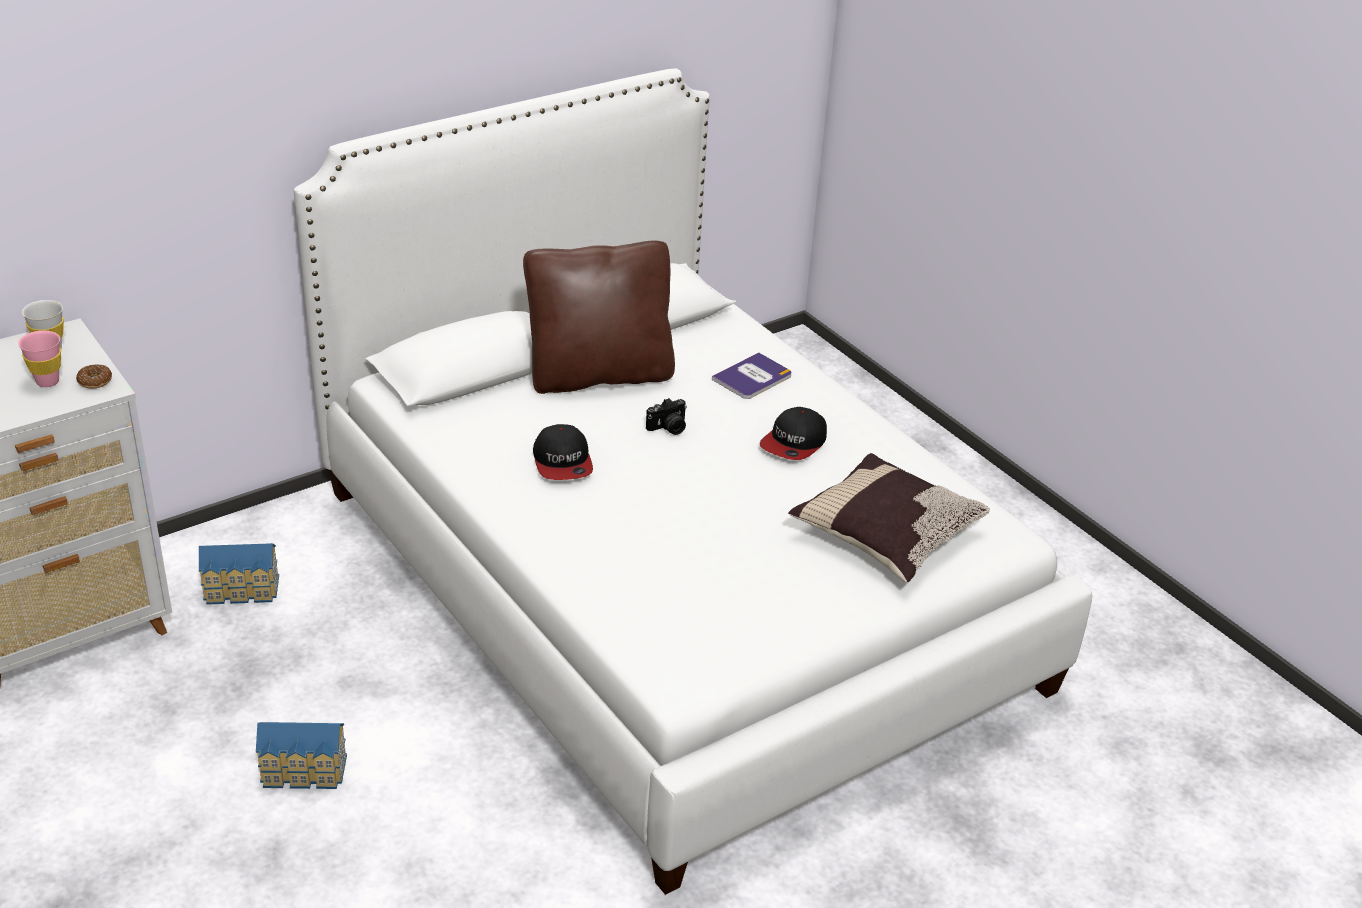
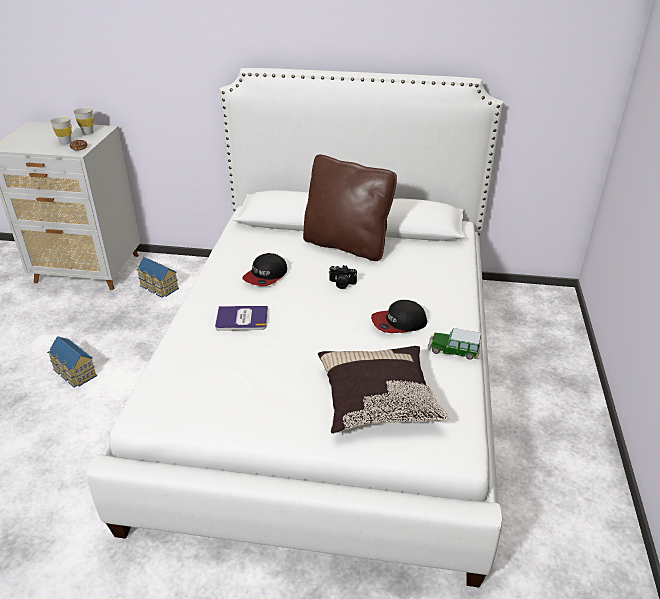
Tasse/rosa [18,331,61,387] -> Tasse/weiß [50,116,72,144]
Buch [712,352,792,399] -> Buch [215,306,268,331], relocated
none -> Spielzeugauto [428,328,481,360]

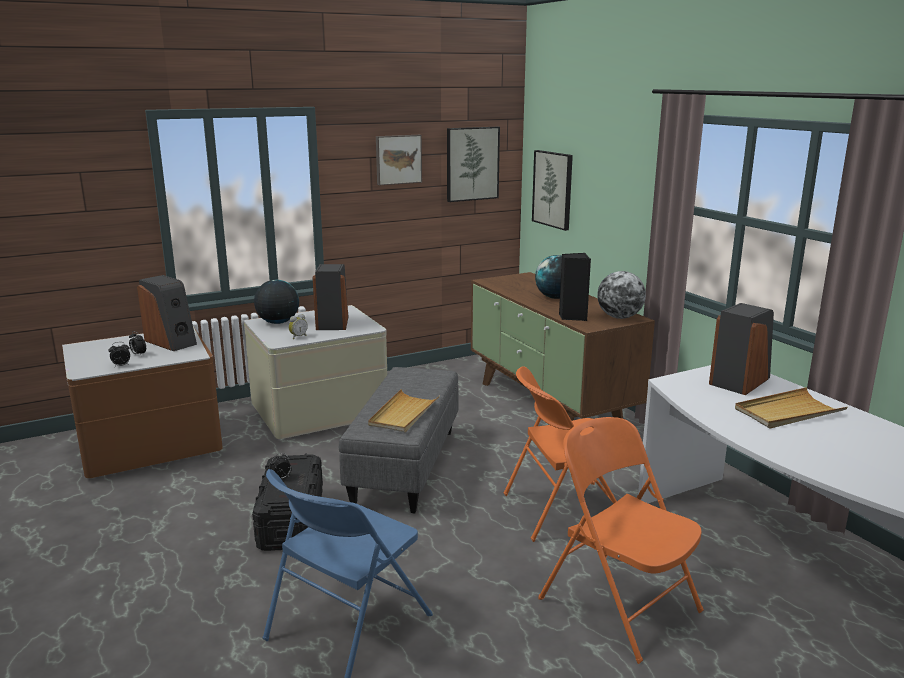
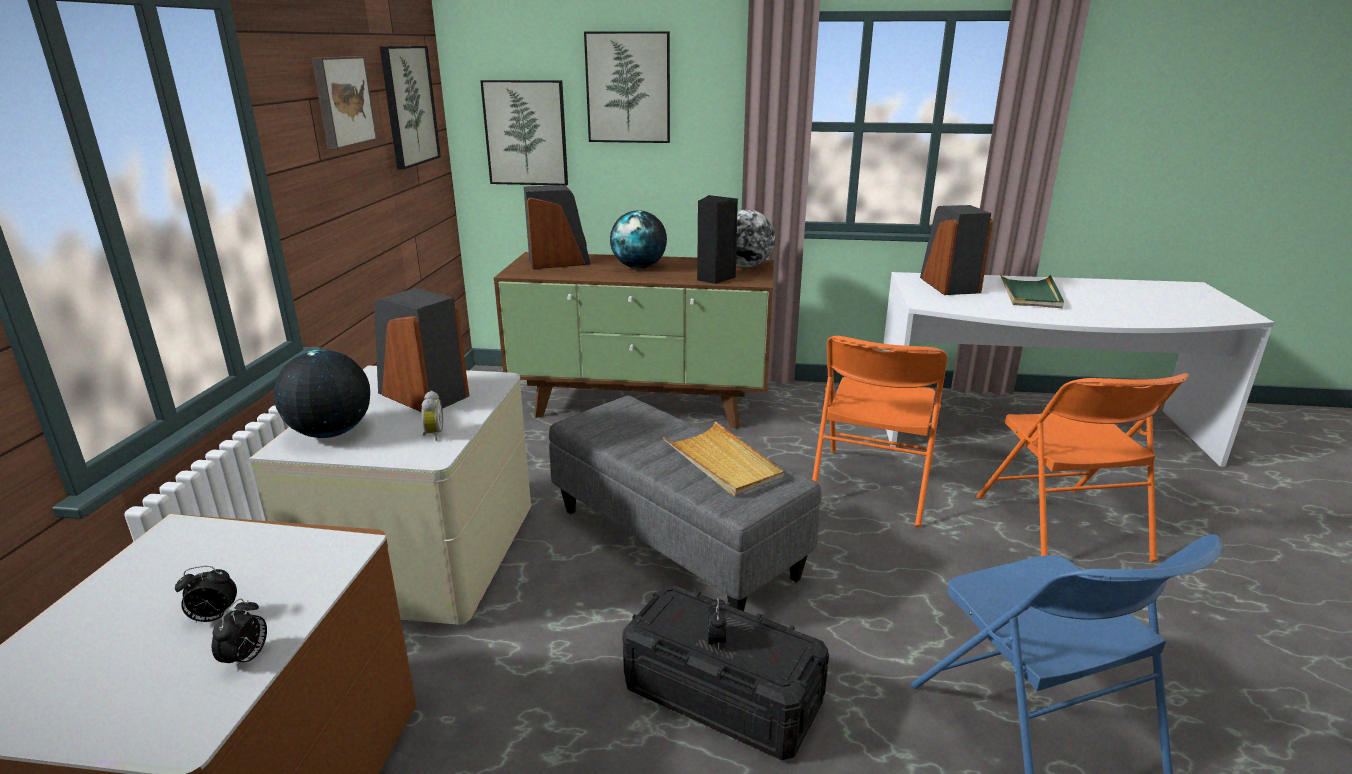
Lautsprecher [137,275,197,351] -> Lautsprecher [524,185,591,269], relocated
Stuhl/orange [538,417,704,664] -> Stuhl/orange [976,373,1189,562], 90 degrees counterclockwise
Tablett/beige [735,387,848,429] -> Tablett/grün [999,272,1064,308]
none -> Bild [584,31,670,143]

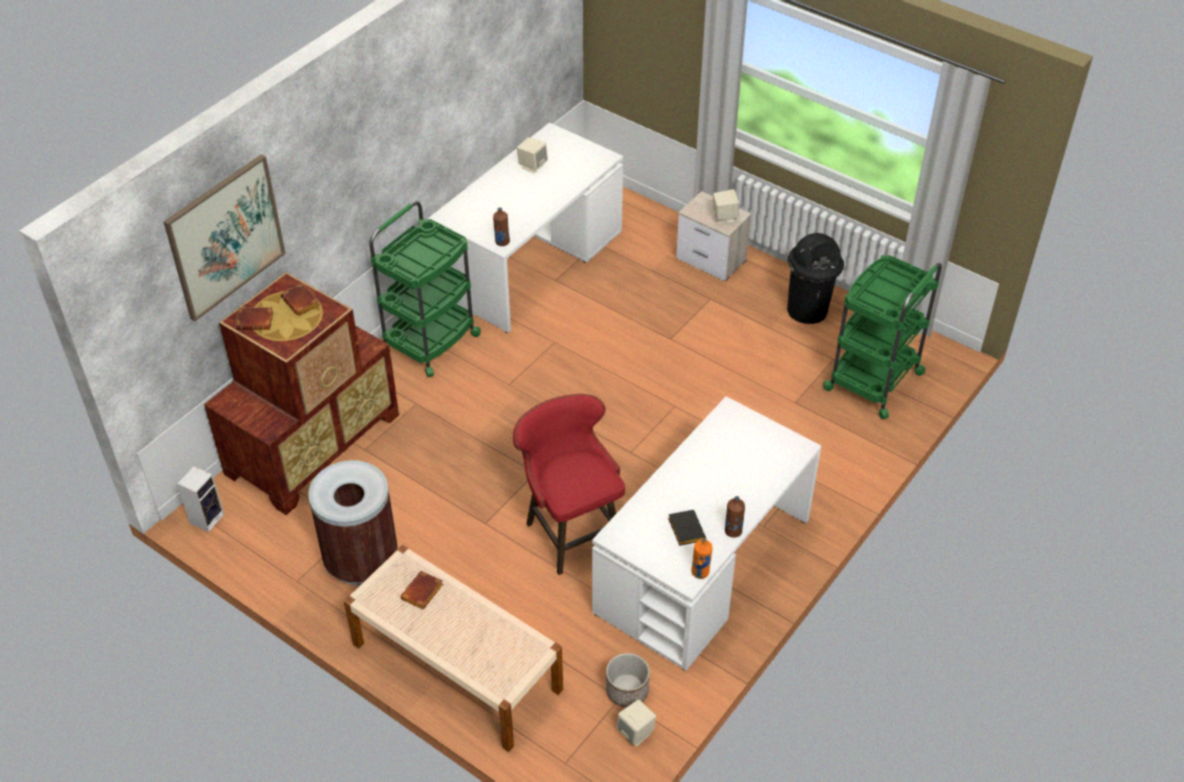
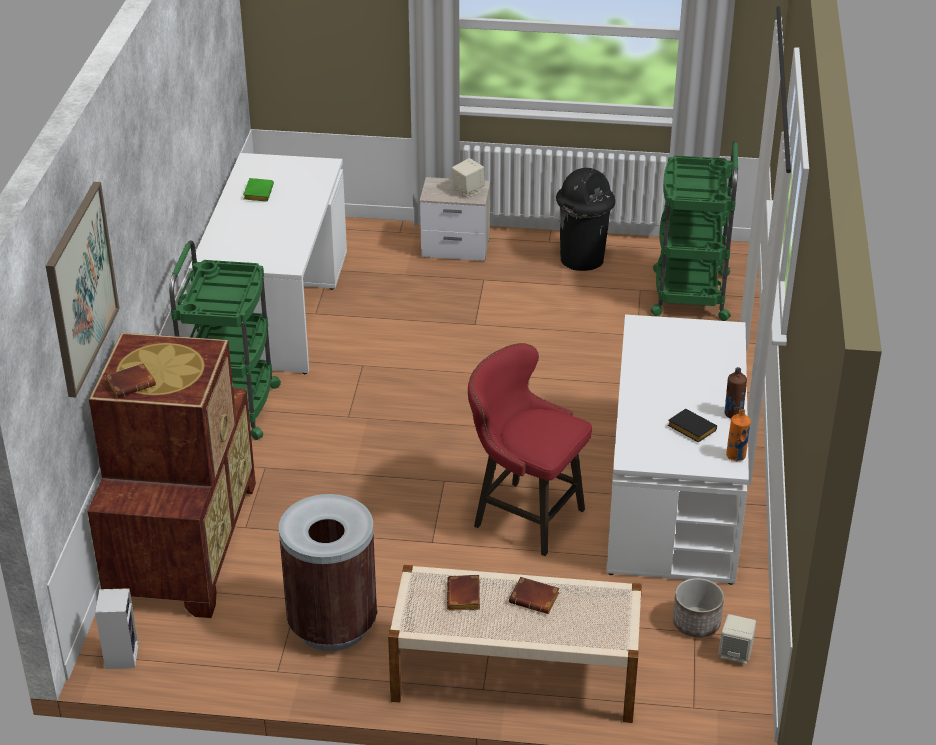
Buch/braun [281,283,320,316] -> Buch/braun [509,577,559,614], relocated
Flasche/braun [493,208,510,246] -> none
Lautsprecher/beige [517,137,548,174] -> Buch/grün [243,178,274,202]

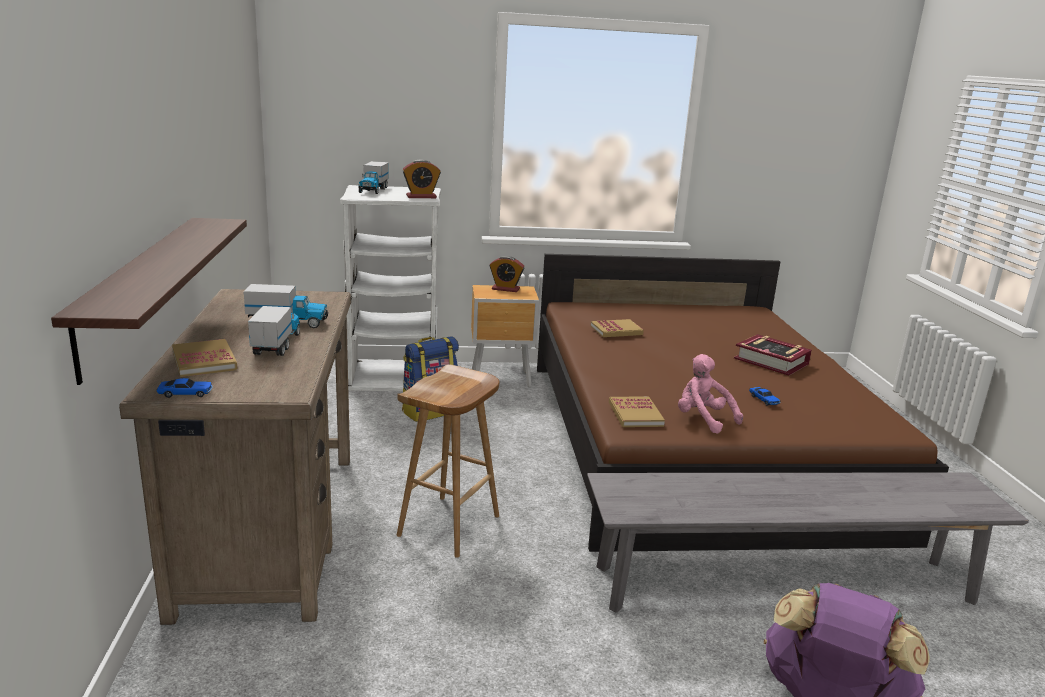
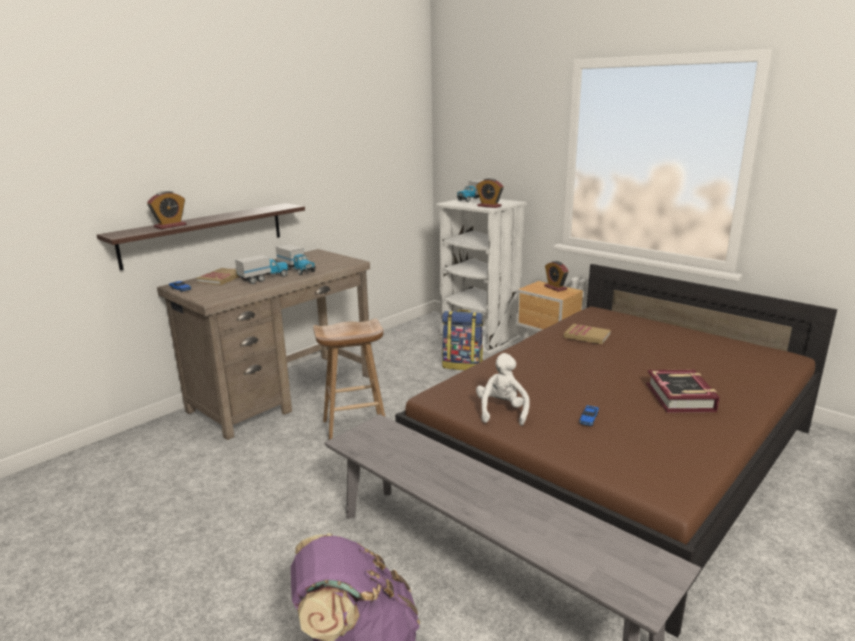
Buch [609,397,665,427] -> none
Plüschtier/rosa [678,354,743,434] -> Plüschtier/weiß [476,353,530,426]
none -> Wecker [147,191,186,229]

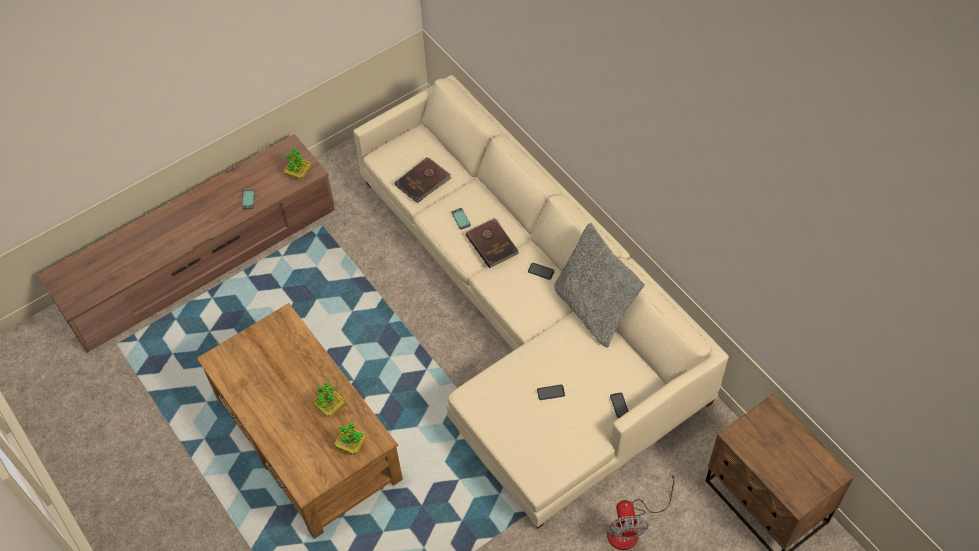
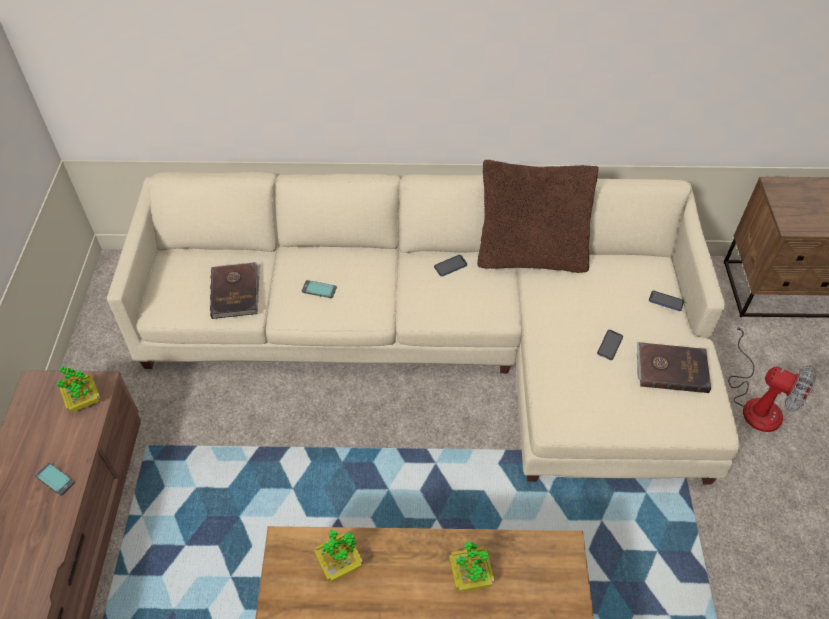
Topfpflanze [334,423,366,455] -> Topfpflanze [314,529,363,582], relocated
Buch/braun [466,218,519,268] -> Buch/braun [637,342,711,393], relocated
Kissen/grau [554,223,645,347] -> Kissen/braun [477,160,599,273]

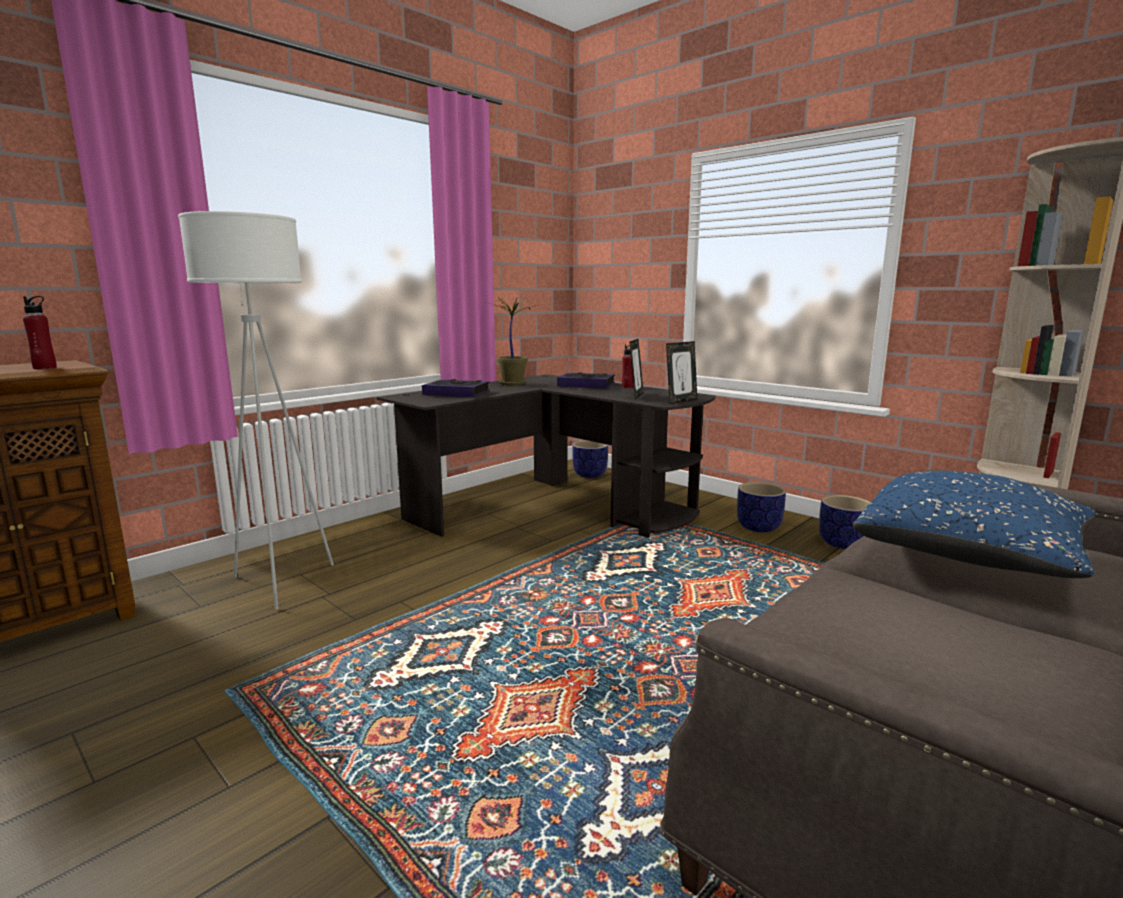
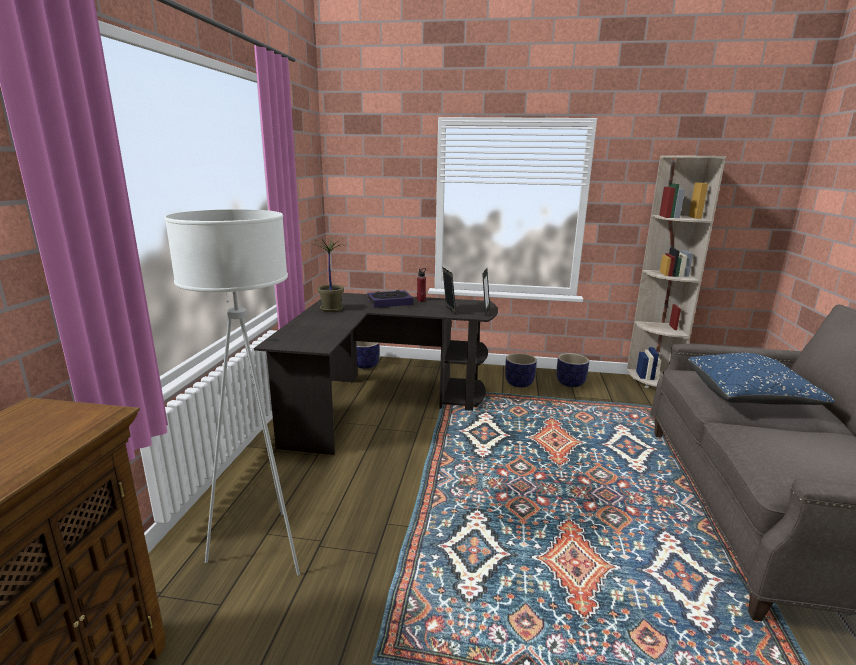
Flasche/rot [23,296,57,369] -> none
Buch [422,379,490,397] -> none

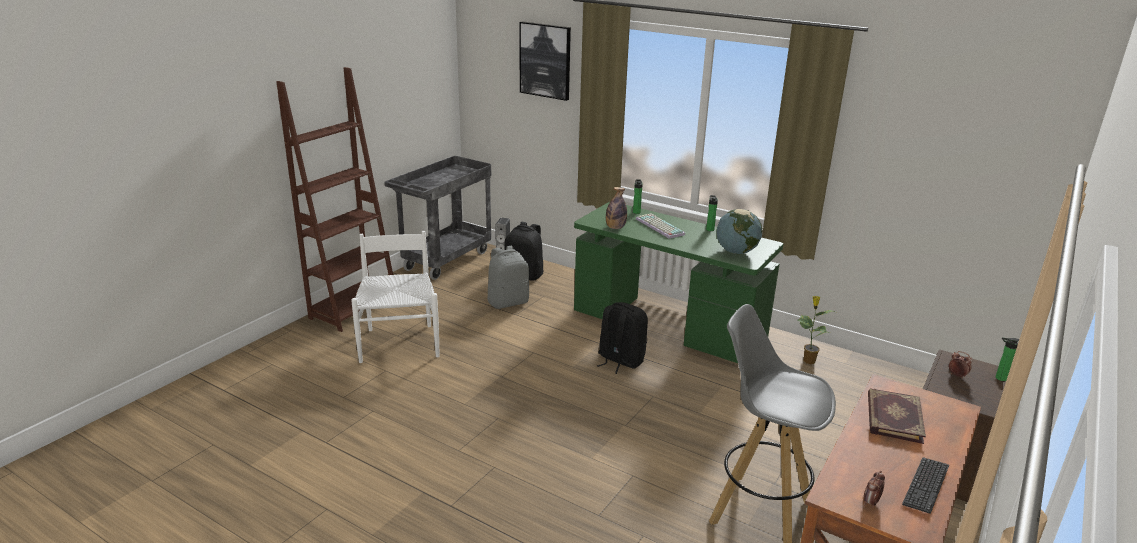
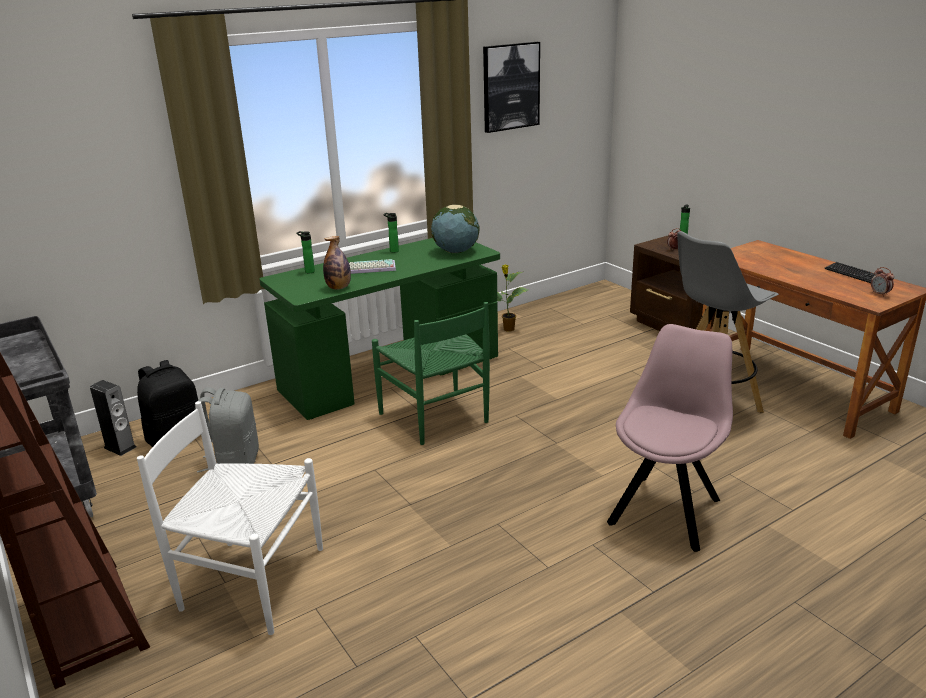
Bild [519,21,571,101] -> Bild [483,42,540,133], relocated
Rucksack/schwarz [597,302,648,374] -> Stuhl/grün [372,302,490,445]
Buch [868,388,926,444] -> none
none -> Stuhl/rosa [607,324,733,552]

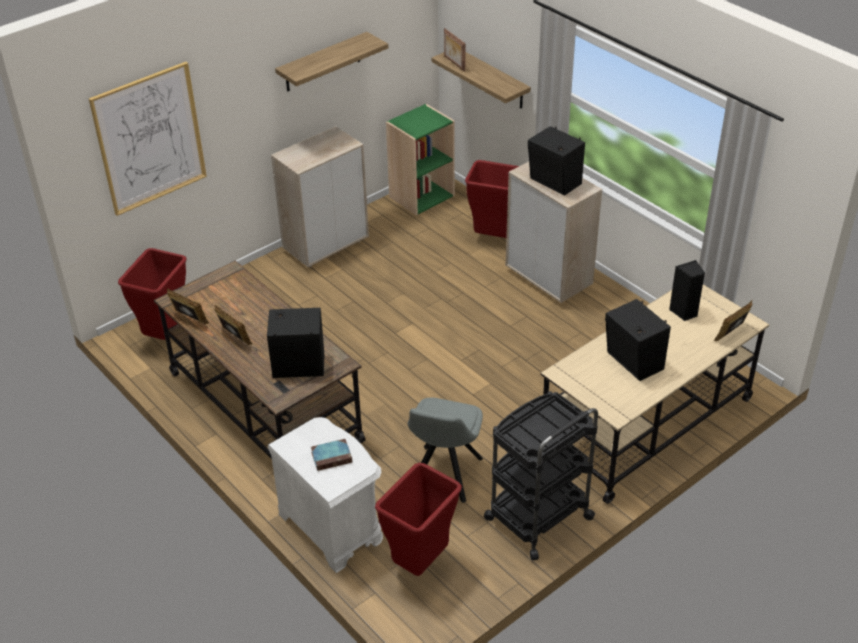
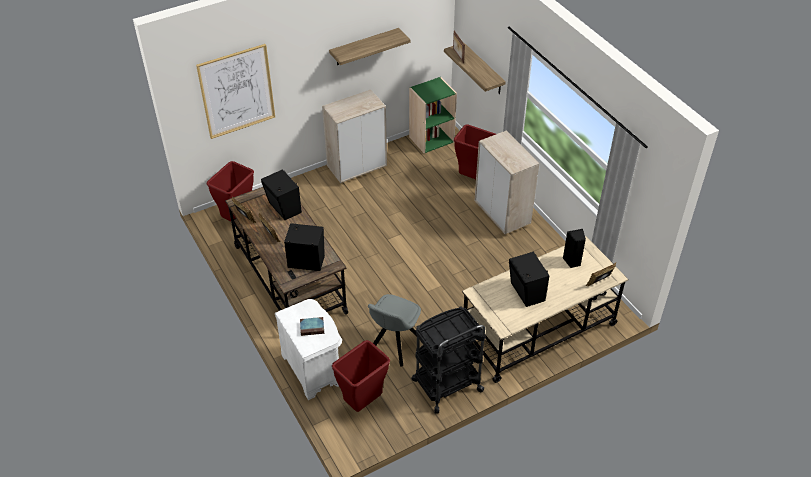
Lautsprecher/schwarz [528,126,585,195] -> Lautsprecher/schwarz [261,169,302,220], relocated

